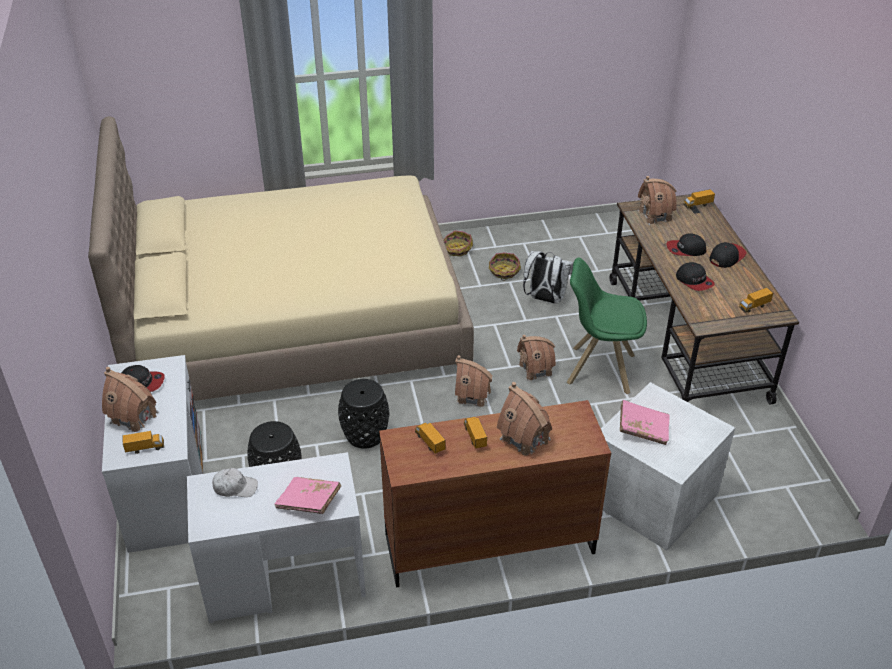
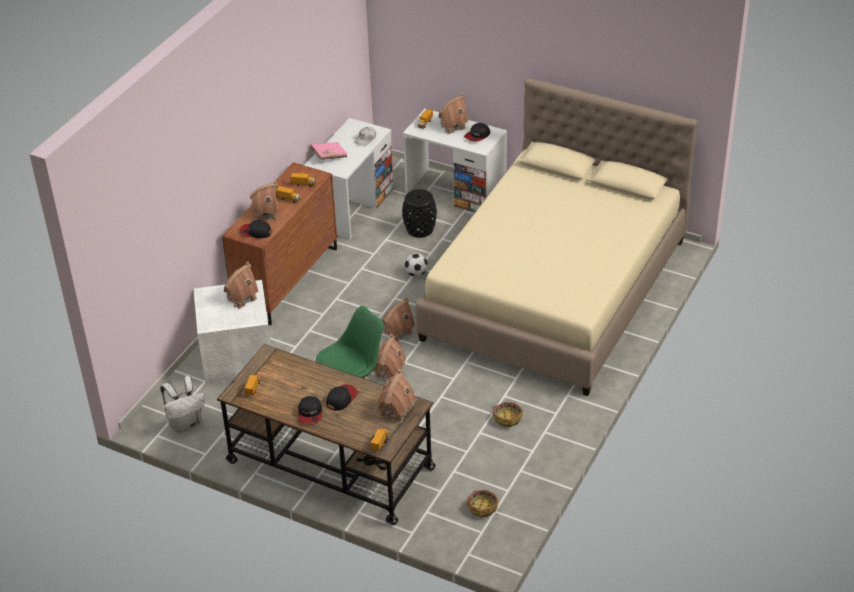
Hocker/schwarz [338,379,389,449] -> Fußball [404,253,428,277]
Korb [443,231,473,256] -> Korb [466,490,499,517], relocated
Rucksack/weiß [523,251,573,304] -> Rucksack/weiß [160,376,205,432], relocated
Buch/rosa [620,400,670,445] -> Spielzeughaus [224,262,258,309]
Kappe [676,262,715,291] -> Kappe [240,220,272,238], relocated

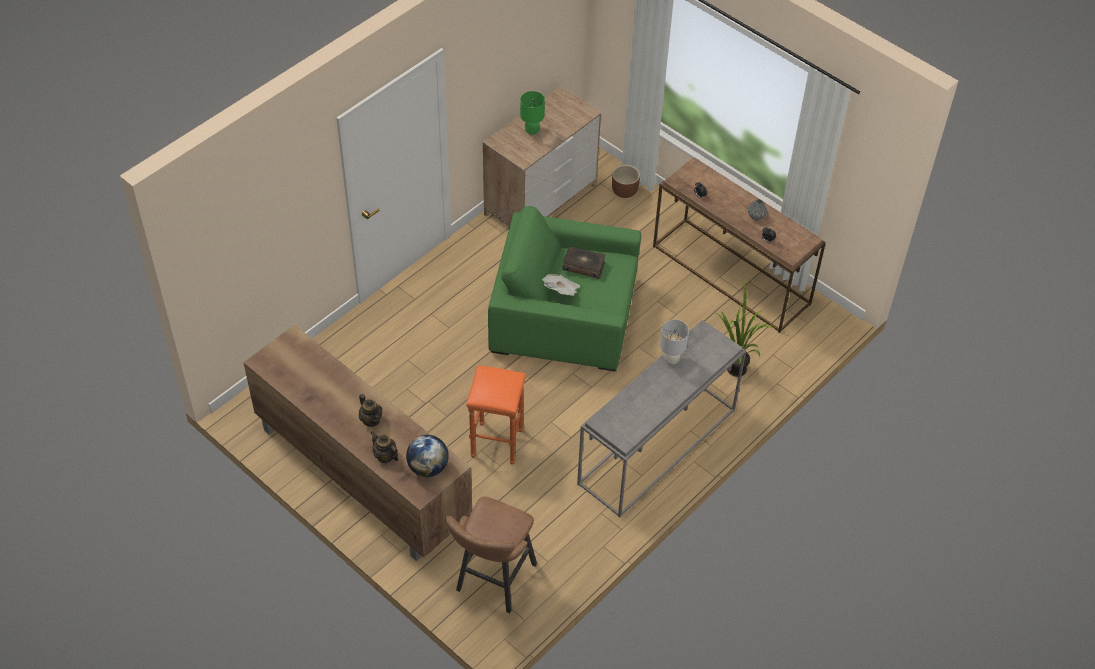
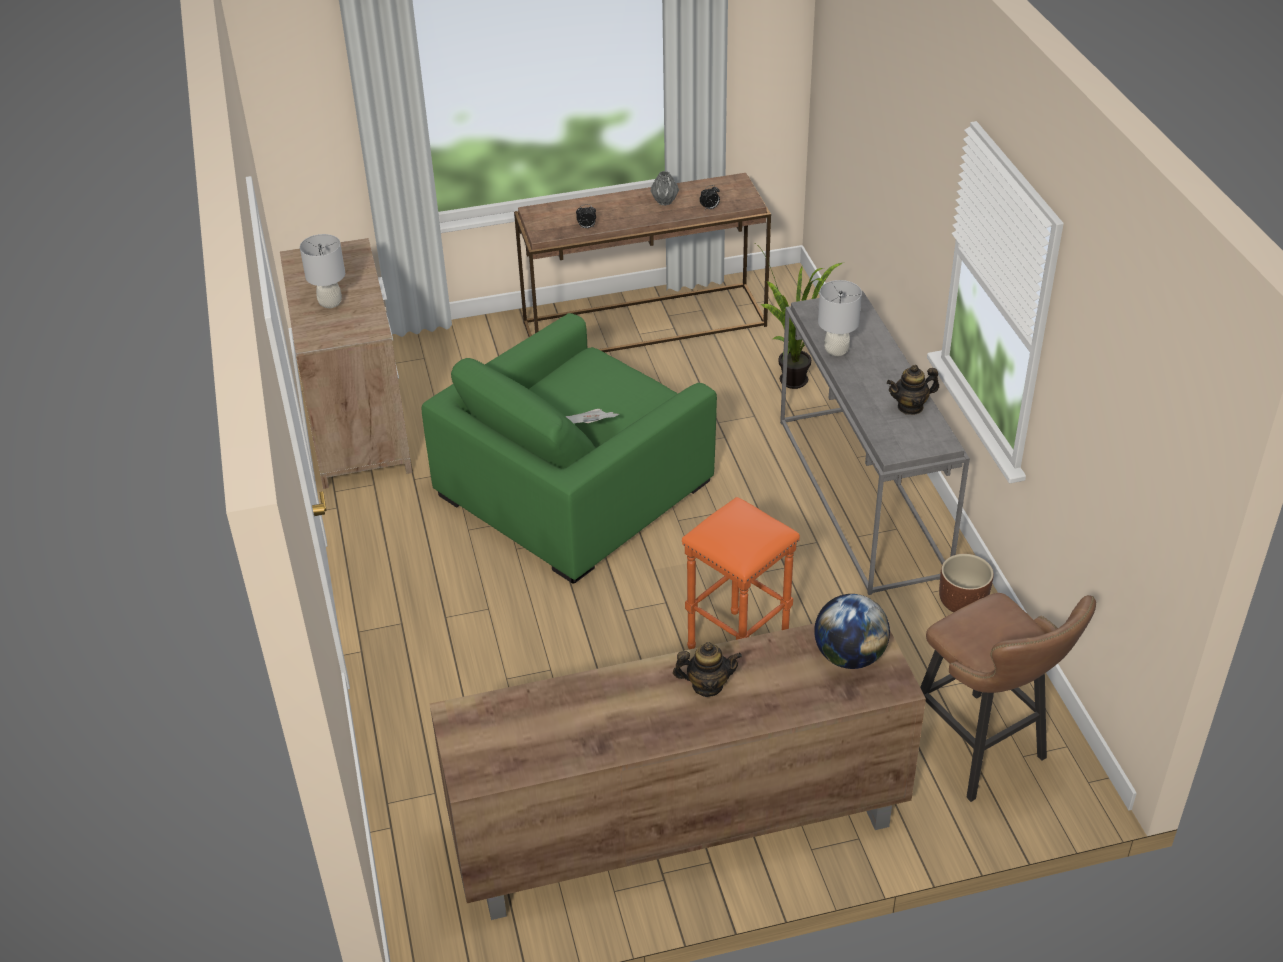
Teekanne [371,431,399,463] -> Teekanne [887,365,939,415], relocated
Tischlampe/grün [520,91,545,134] -> Tischlampe/grau [300,234,345,308]
Buch [563,247,605,279] -> none
Pflanzkübel/braun [612,165,640,198] -> Pflanzkübel/braun [939,554,994,612], relocated

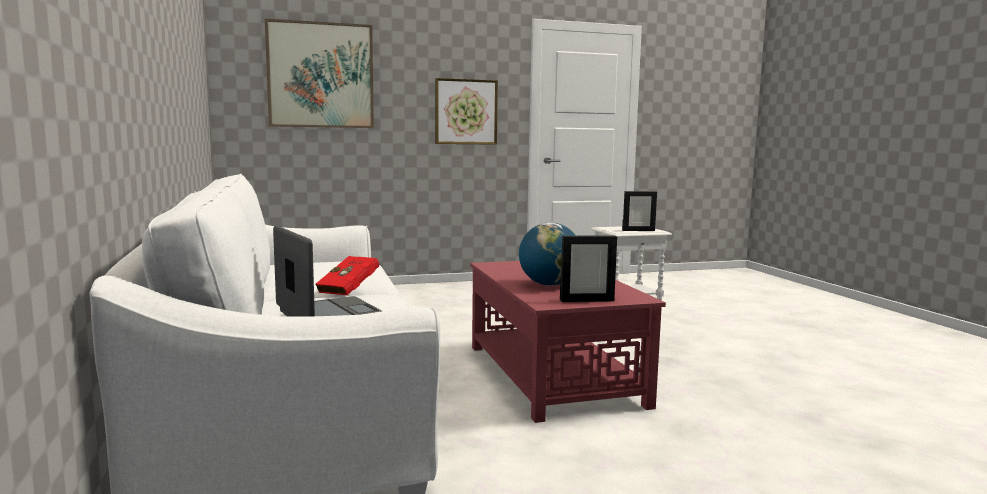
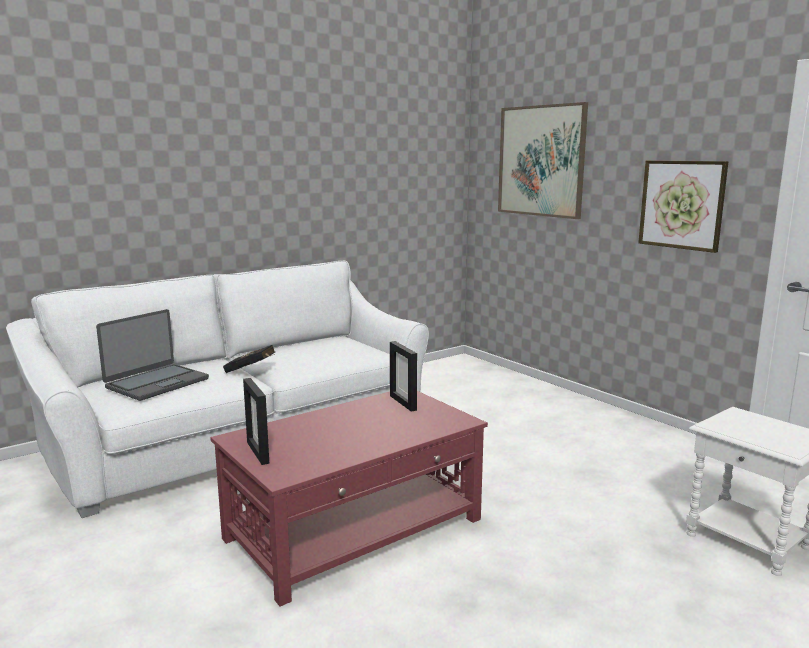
Buch/rot [315,256,379,295] -> Buch/schwarz [223,345,275,373]
Globus [519,223,576,286] -> none
Bilderrahmen [622,191,657,231] -> Bilderrahmen [390,341,417,412], relocated

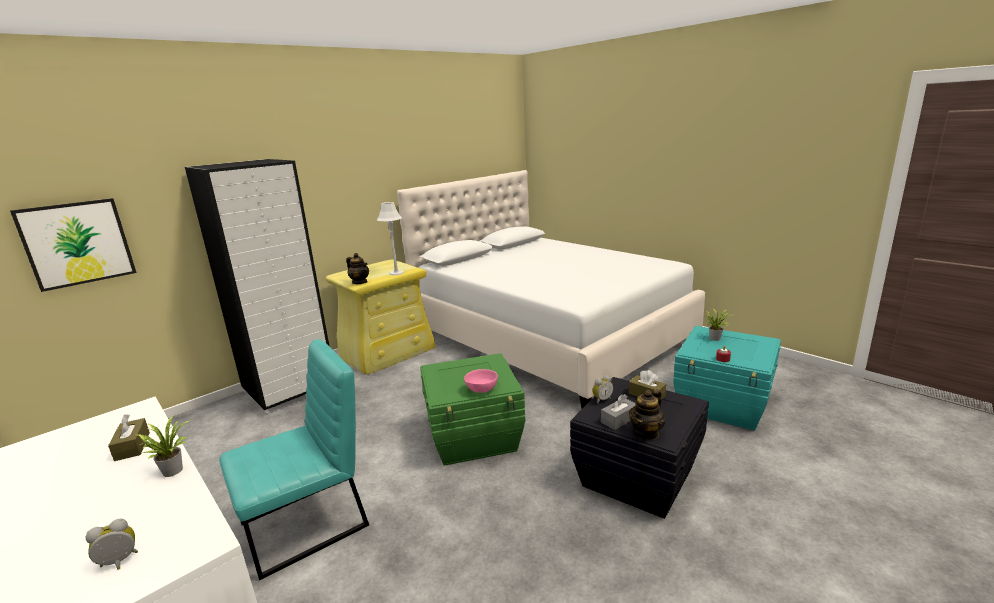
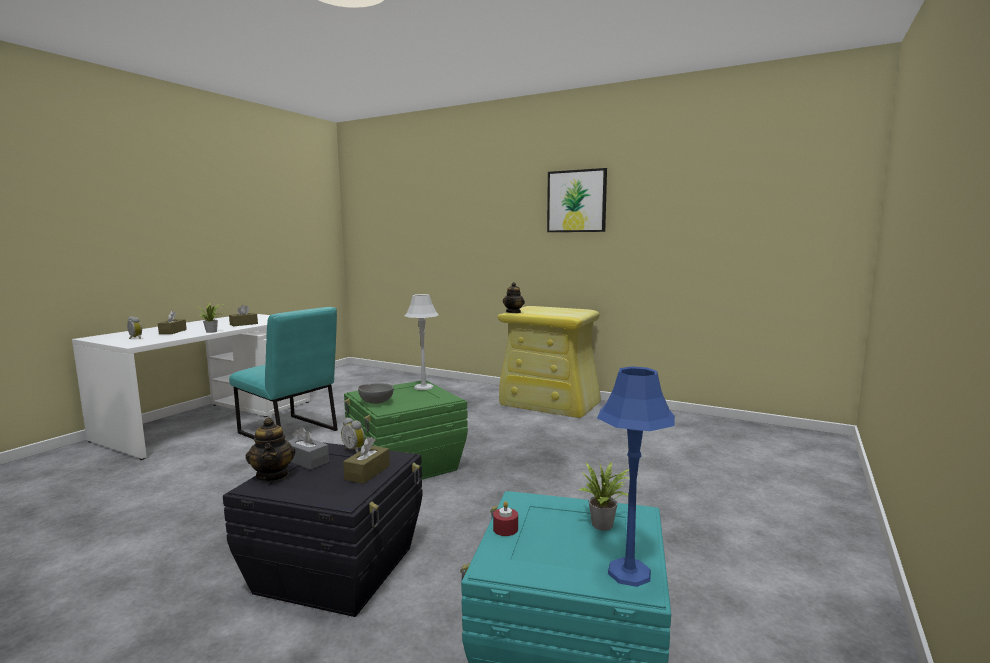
Bild [10,198,137,292] -> Bild [547,168,607,232], relocated
Kleiderschrank [185,159,330,415] -> none
Tischlampe/grau [377,202,404,275] -> Tischlampe/grau [405,294,439,390], relocated
Bett/weiß [397,170,705,409] -> none
Schüssel/rosa [464,369,498,393] -> Schüssel/grau [358,383,394,404]
Teekanne [629,389,665,441] -> Teekanne [246,417,295,482], 135 degrees counterclockwise
none -> Taschentuchbox/braun [158,311,187,334]
none -> Tischlampe/blau [597,366,675,587]

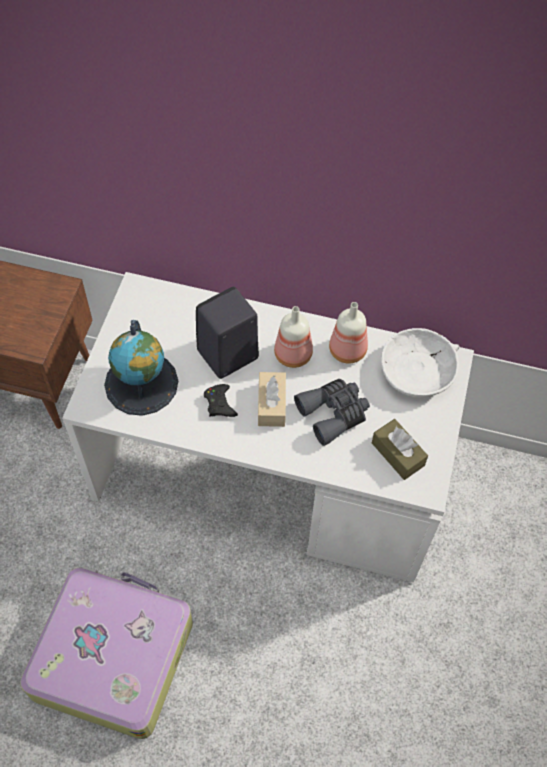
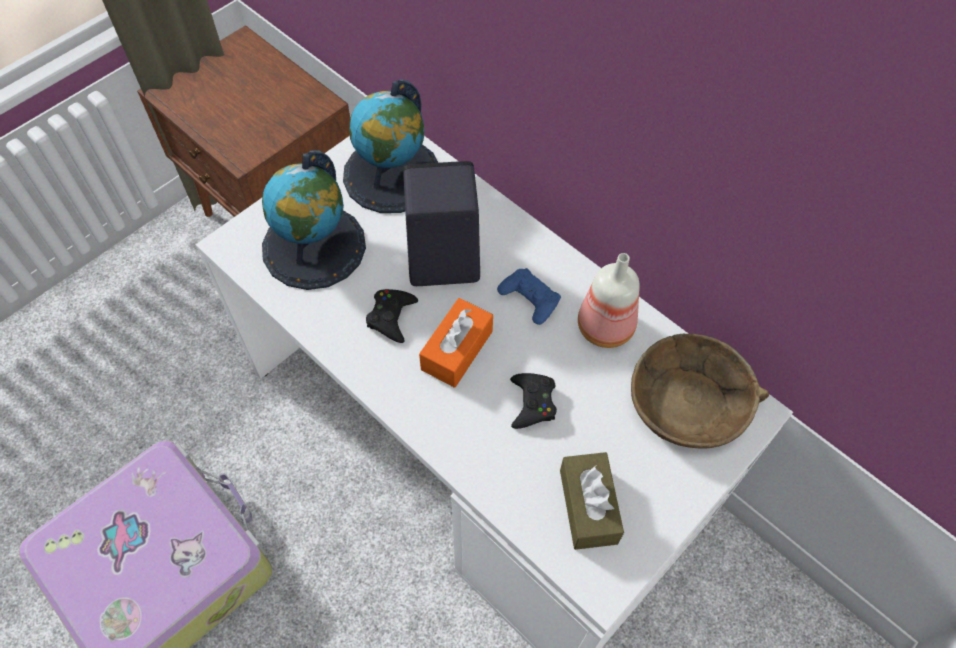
Taschentuchbox/beige [258,372,286,427] -> Taschentuchbox/orange [419,298,493,388]
Flasche [274,306,313,368] -> Gamepad/blau [497,268,561,325]
Fernglas/grau [294,379,370,446] -> Gamepad/schwarz [510,373,557,429]
Schüssel/weiß [381,328,459,398] -> Schüssel/braun [631,334,769,449]
none -> Globus [343,80,438,213]

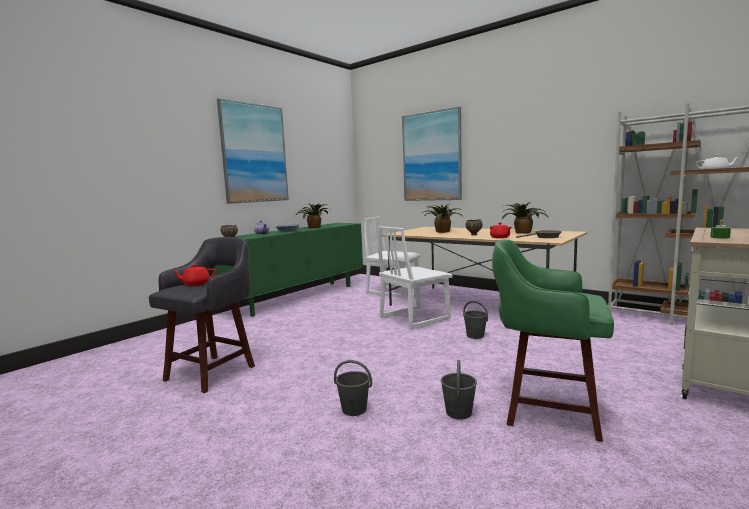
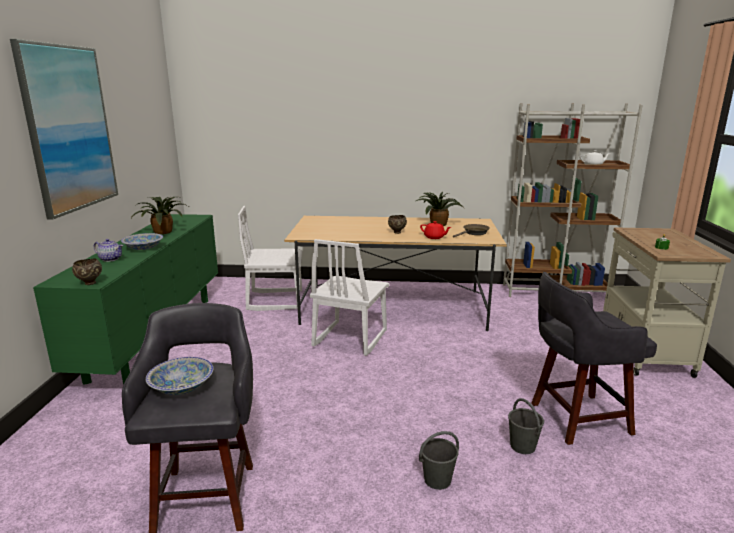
Teekanne/rot [171,264,216,286] -> Schüssel [146,357,214,395]
Bild [402,107,462,201] -> none
Topfpflanze [421,203,463,233] -> none
Eimer/grau [463,301,488,339] -> none
Hocker/grün [492,239,614,442] -> Hocker/grau [531,272,657,445]

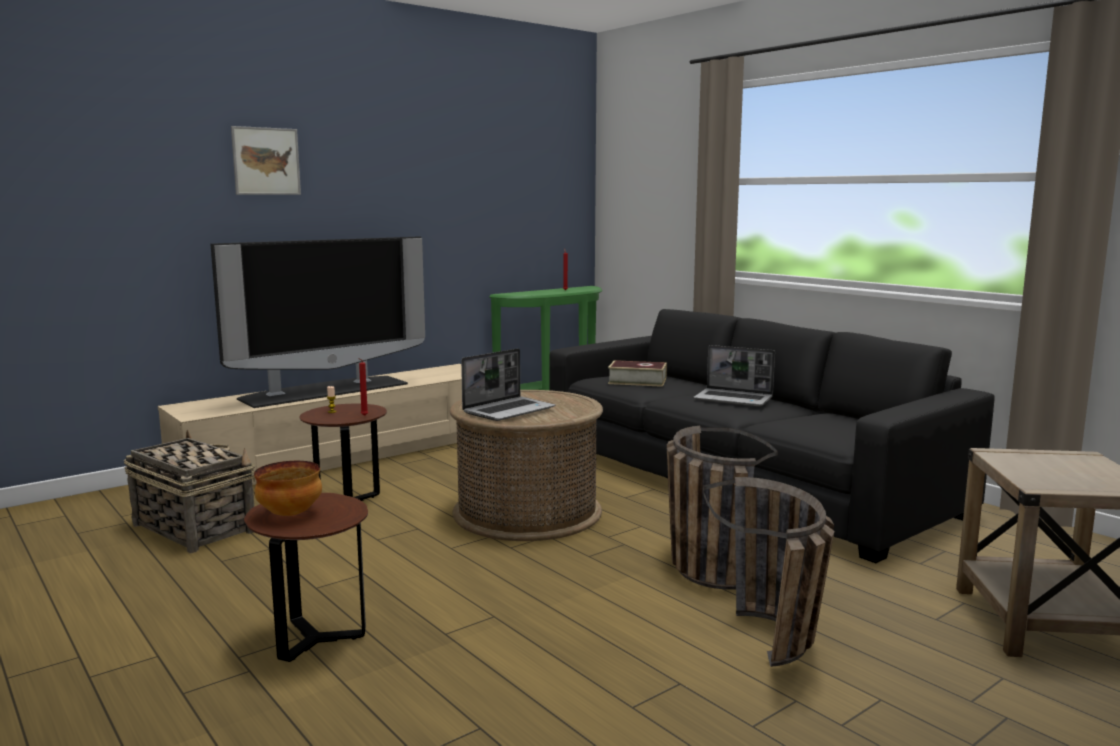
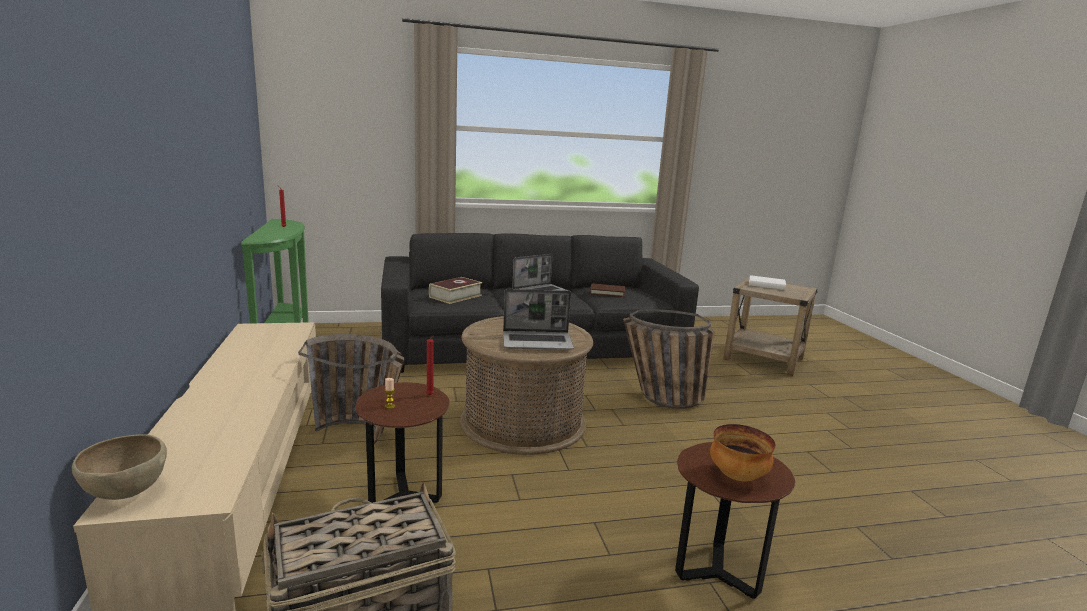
Fernseher [210,237,425,408] -> none
Bild [231,126,301,195] -> none
Laptop [461,348,556,421] -> Laptop [503,289,574,350], 105 degrees clockwise
Korb [703,477,835,667] -> Korb [298,334,404,444], relocated
none -> Schüssel/braun [72,434,167,500]
none -> Buch/braun [590,283,625,297]
none -> Buch/weiß [749,275,786,290]

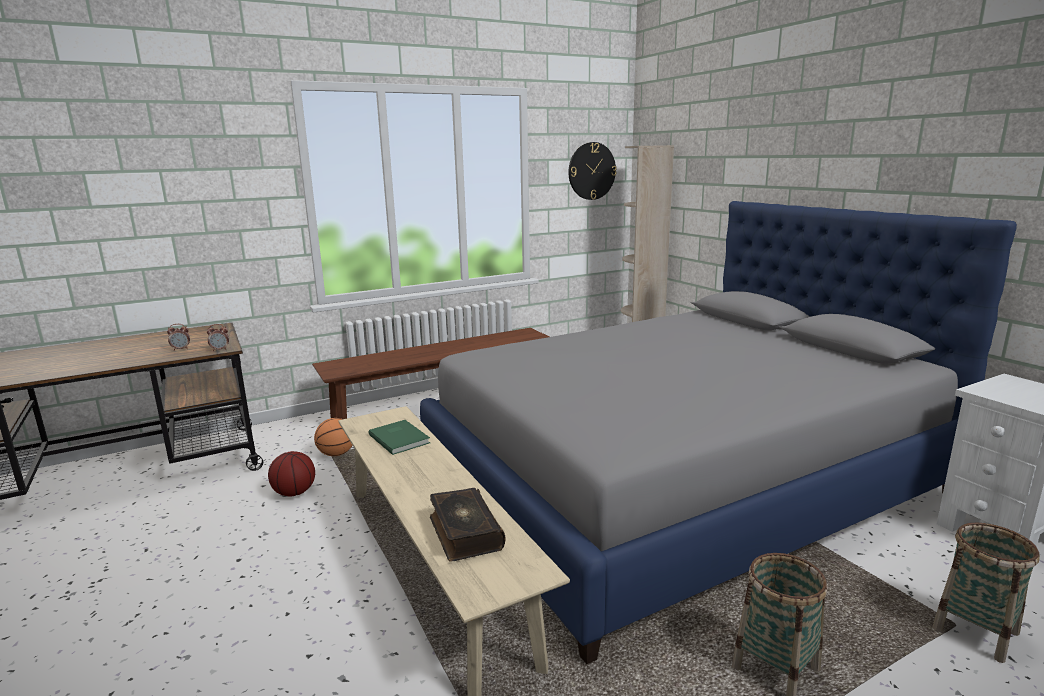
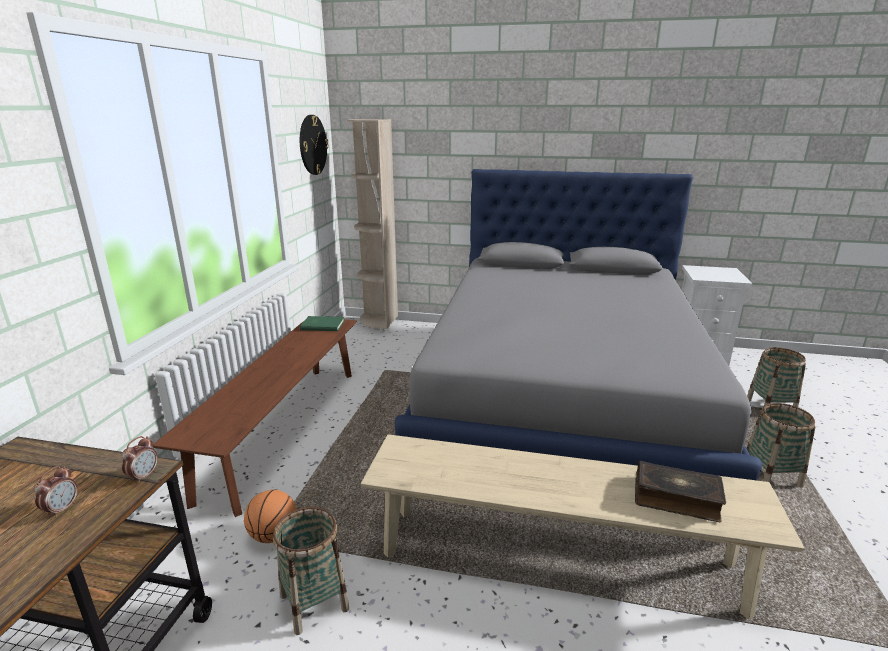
Basketball [268,451,315,497] -> Korb [273,507,349,635]
Buch/grün [368,420,430,455] -> Buch/grün [300,316,344,331], relocated

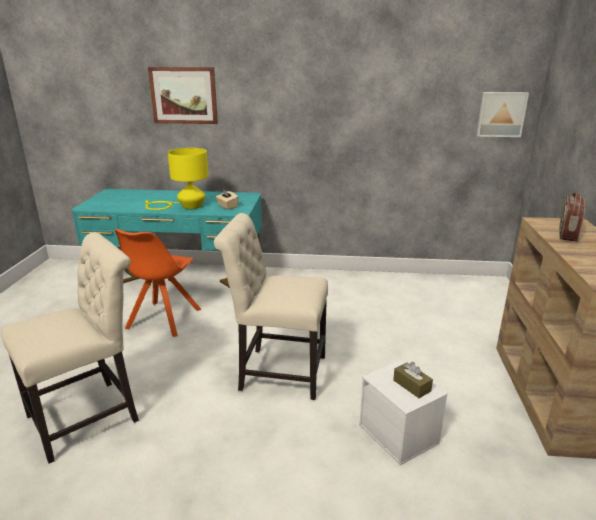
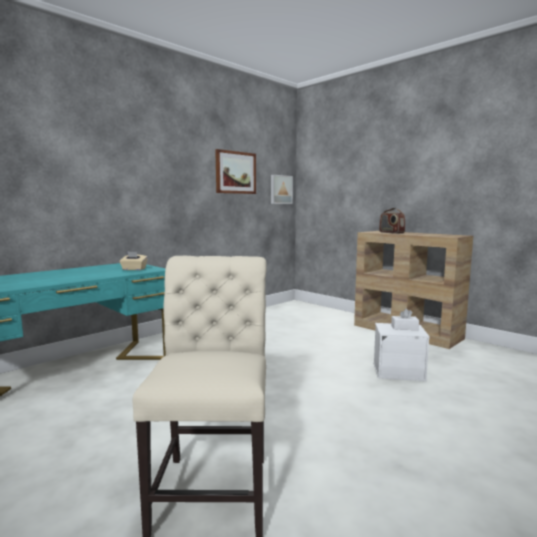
Stuhl/orange [115,229,202,337] -> none
Tischlampe/gelb [145,148,209,210] -> none
Bild [148,67,218,124] -> Bild [215,149,256,194], relocated
Stuhl/beige [214,213,328,400] -> none
Taschentuchbox/braun [393,362,433,398] -> Taschentuchbox/weiß [391,309,419,330]

